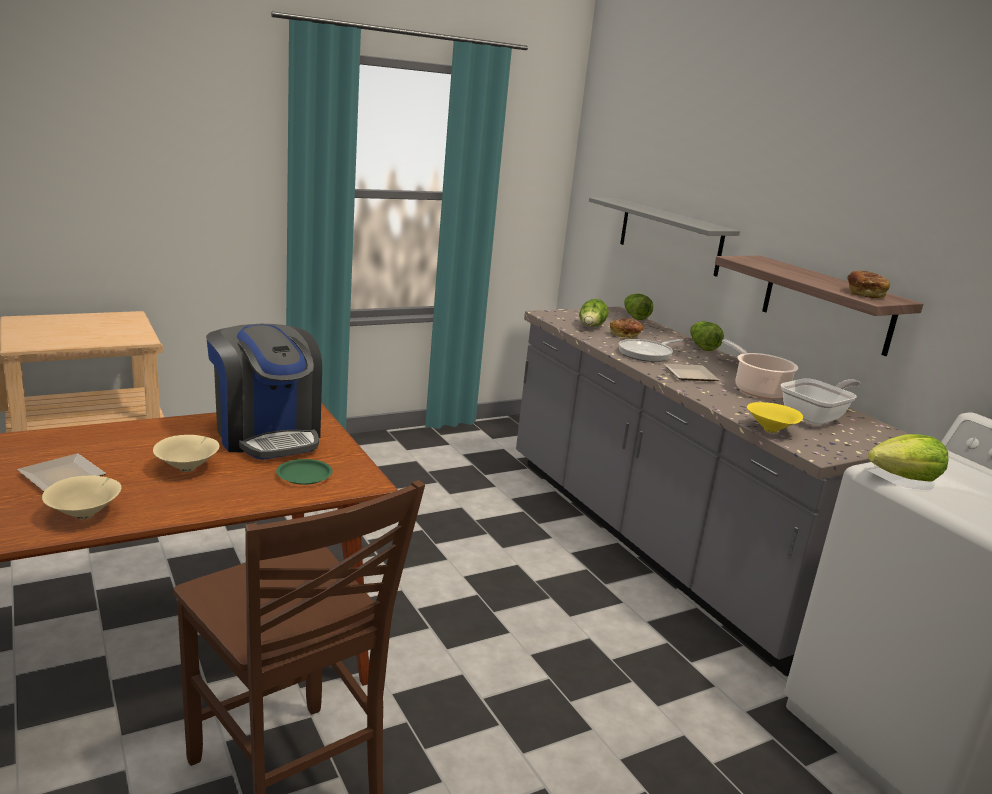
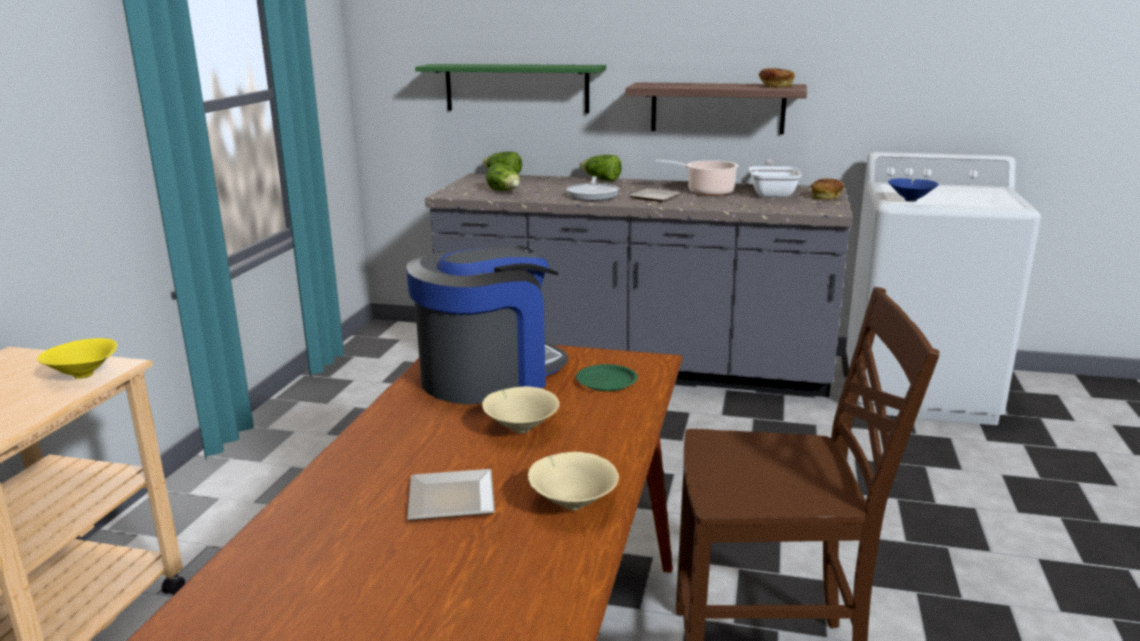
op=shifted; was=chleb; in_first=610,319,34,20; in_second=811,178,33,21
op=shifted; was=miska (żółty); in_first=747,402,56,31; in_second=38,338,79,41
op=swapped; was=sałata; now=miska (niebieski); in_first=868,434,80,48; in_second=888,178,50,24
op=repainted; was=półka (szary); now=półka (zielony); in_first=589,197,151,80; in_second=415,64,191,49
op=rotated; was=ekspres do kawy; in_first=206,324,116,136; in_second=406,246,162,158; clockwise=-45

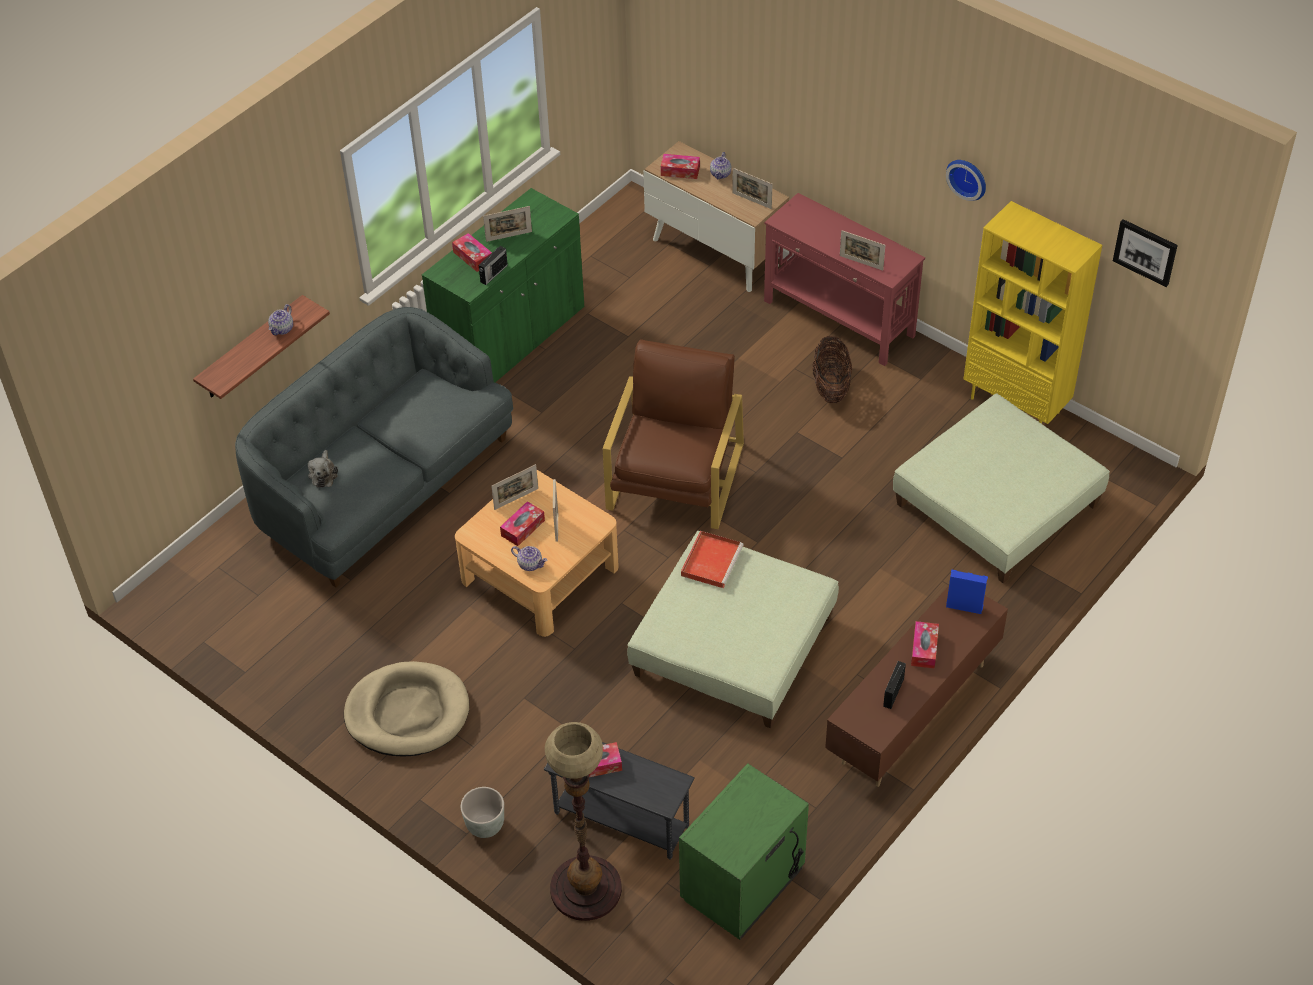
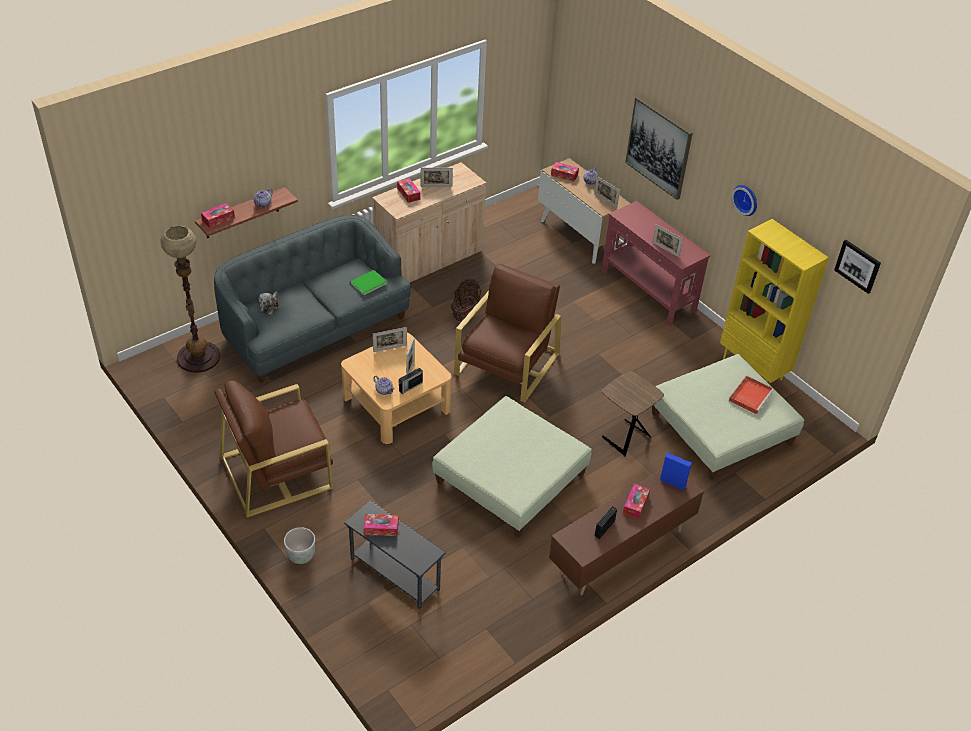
op=gone; was=szafka nocna (zielony); in_first=679,763,130,177
op=new; now=książka (zielony); in_second=350,270,37,25
op=new; now=stolik (brązowy); in_second=602,371,62,85
op=new; now=obraz; in_second=625,97,68,103
op=shifted; was=radio; in_first=479,246,29,39; in_second=399,368,24,26
op=shifted; was=pudełko chusteczek; in_first=500,501,45,45; in_second=201,203,34,25
op=shifted; was=lampa stojąca; in_first=545,722,77,199; in_second=160,226,61,147
op=shifted; was=taca (czerwony); in_first=681,531,63,57; in_second=729,376,45,38
op=shifted; was=koszyk; in_first=813,336,39,67; in_second=451,278,30,44
op=swapped; was=legowisko (beżowy); now=fotel (brązowy); in_first=344,661,125,95; in_second=214,381,119,136
op=repainted; was=szafka (zielony); now=szafka (beżowy); in_first=422,188,162,195; in_second=372,162,114,120

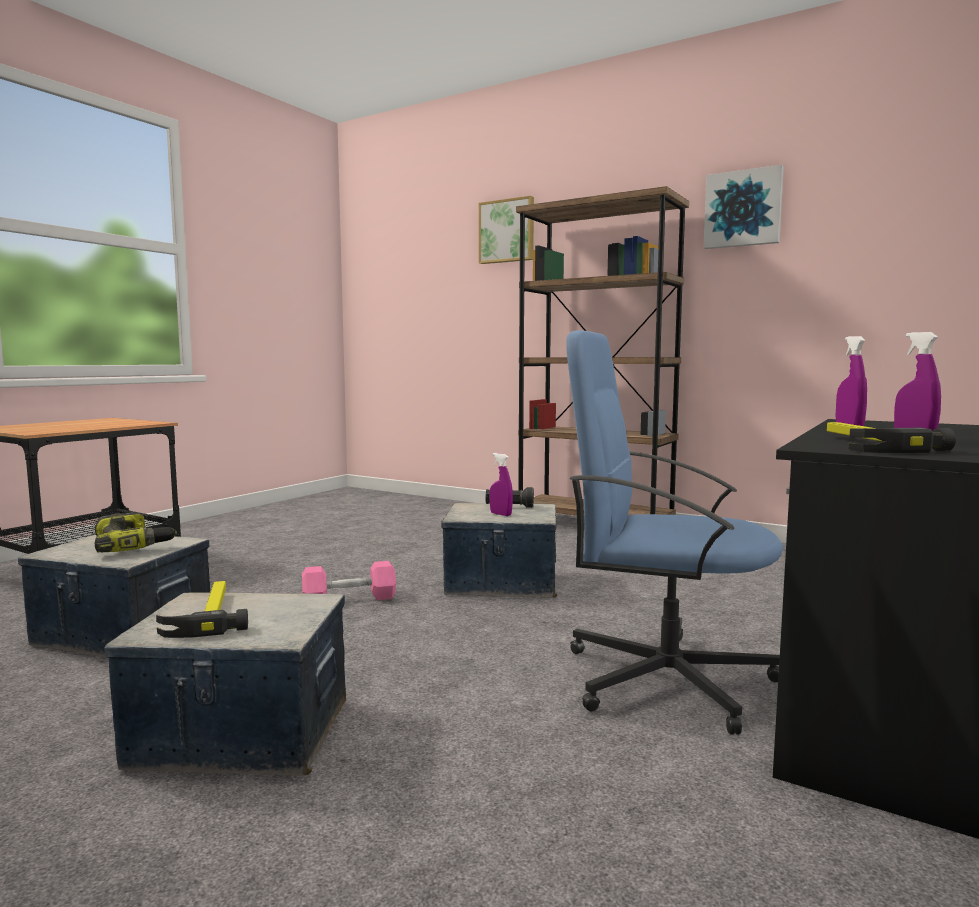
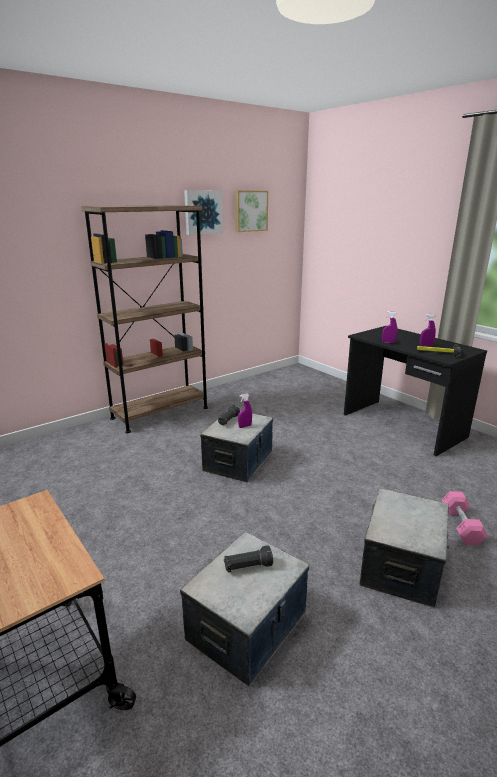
op=gone; was=młotek; in_first=156,581,92,57
op=gone; was=krzesło biurowe (niebieski); in_first=566,330,217,405
op=shifted; was=hantel (różowy); in_first=302,561,94,39; in_second=442,491,46,54
op=shifted; was=obraz; in_first=479,196,55,68; in_second=235,190,33,42
op=swapped; was=wiertarka; now=latarka (czarny); in_first=95,512,82,41; in_second=224,546,49,27

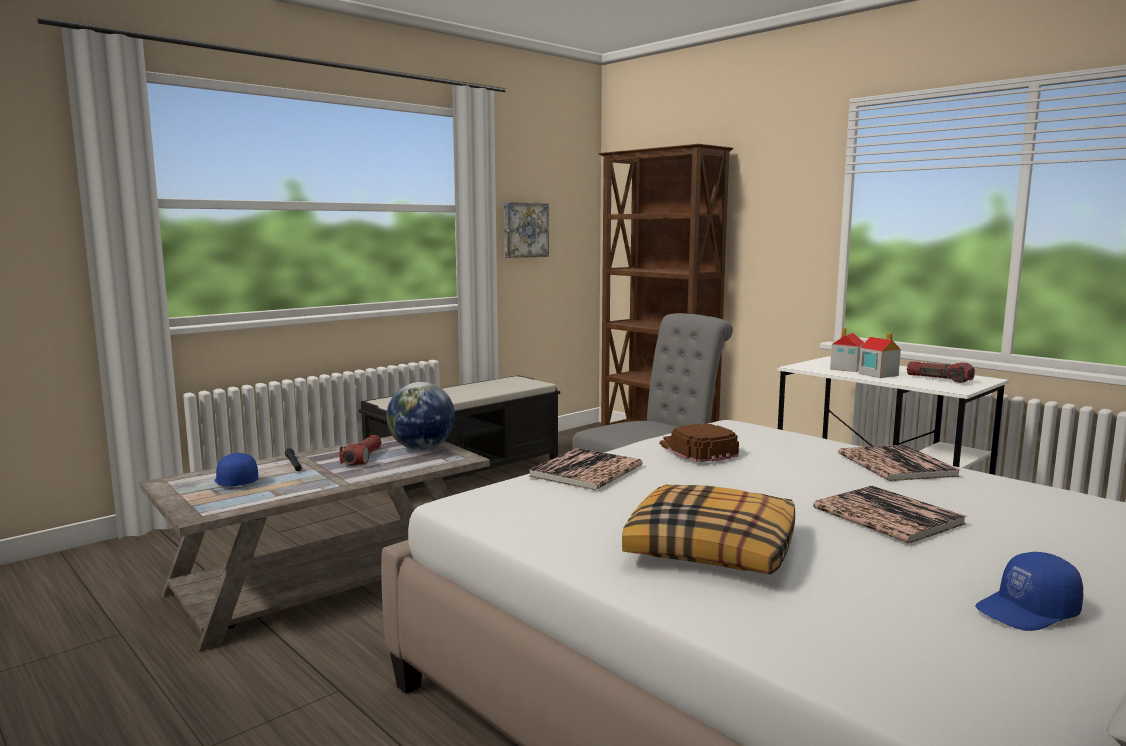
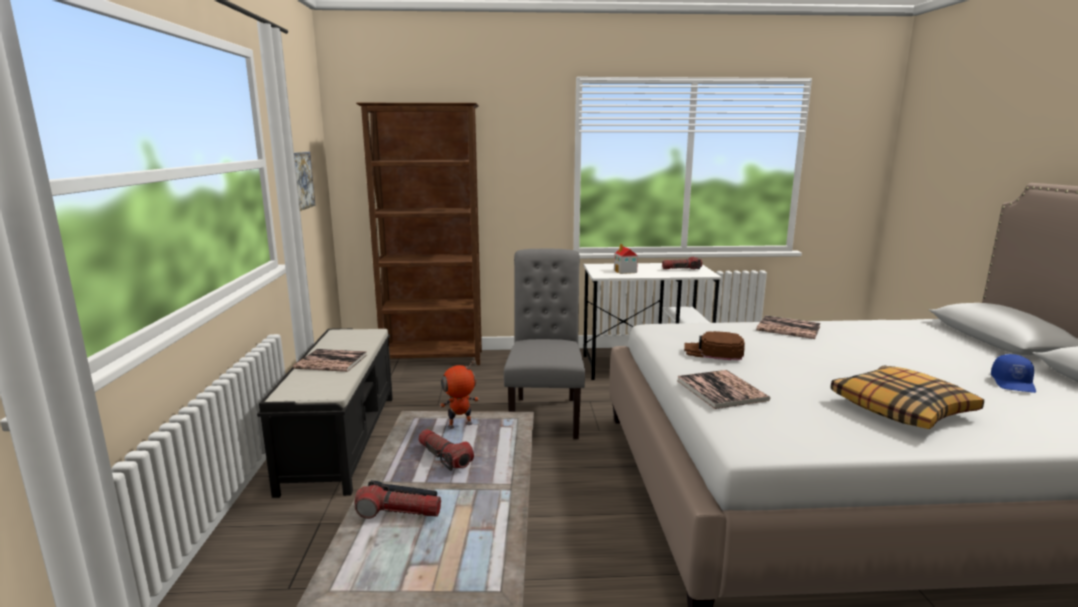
op=gone; was=czapka z daszkiem (niebieski); in_first=214,453,44,34
op=gone; was=domek; in_first=858,333,43,45
op=new; now=latarka; in_second=355,481,86,38
op=shifted; was=książka; in_first=813,486,154,57; in_second=293,349,74,23
op=swapped; was=globus; now=robot zabawkowy; in_first=387,382,68,68; in_second=440,361,39,68

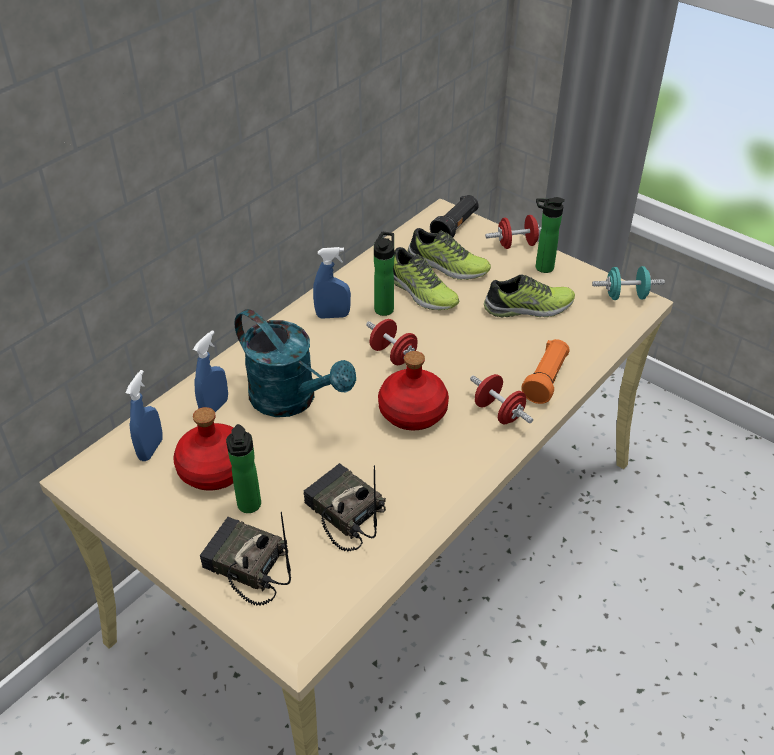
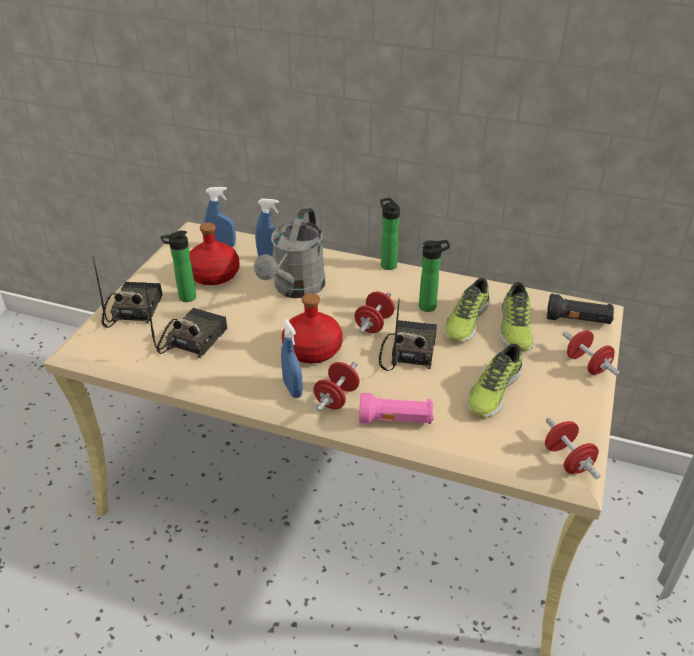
op=new; now=radio; in_second=379,298,58,73
op=shifted; was=spryskiwacz (niebieski); in_first=313,247,38,72; in_second=281,319,22,79
op=shifted; was=butelka; in_first=536,197,29,76; in_second=380,198,20,72
op=repainted; was=konewka (turkusowy); now=konewka (szary); in_first=235,309,121,108; in_second=254,207,71,91
op=repainted; was=latarka (pomarańczowy); now=latarka (różowy); in_first=521,339,49,65; in_second=359,393,75,31
op=repainted; was=hantel (turkusowy); now=hantel (czerwony); in_first=592,266,73,34; in_second=545,417,55,62
op=rotated; was=but; in_first=484,275,91,42; in_second=467,344,55,73; clockwise=60

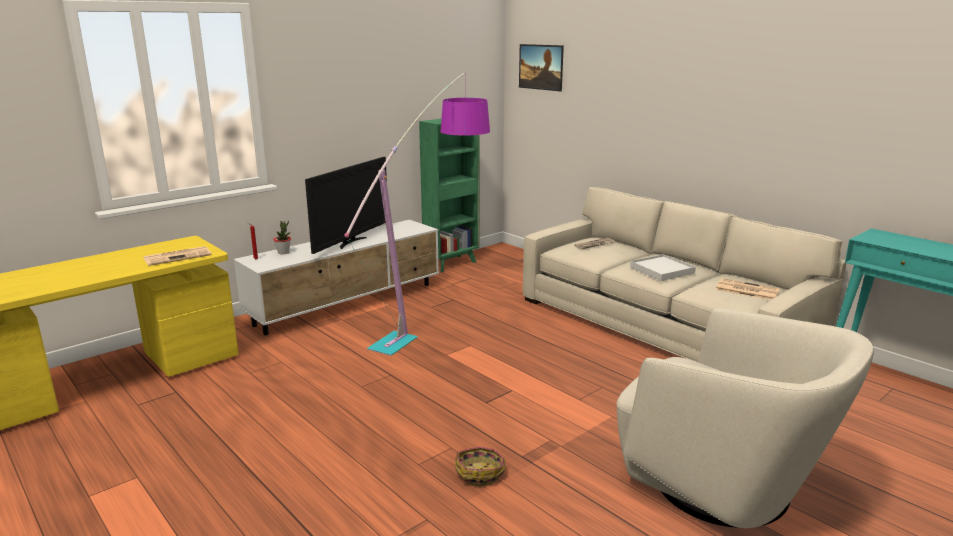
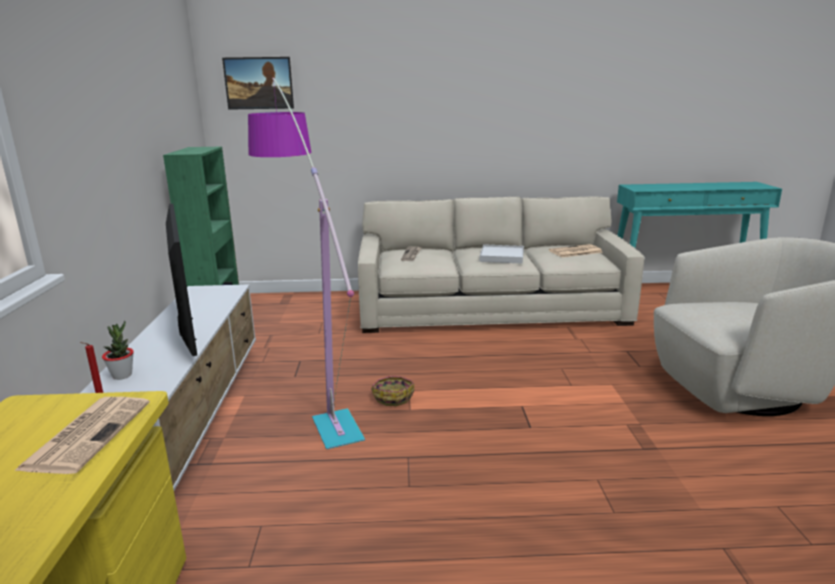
op=shifted; was=koszyk; in_first=455,447,50,40; in_second=371,376,43,30

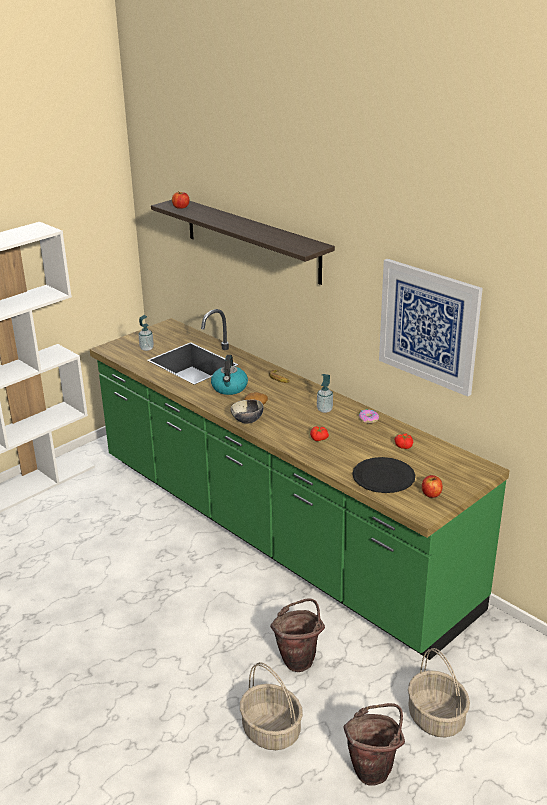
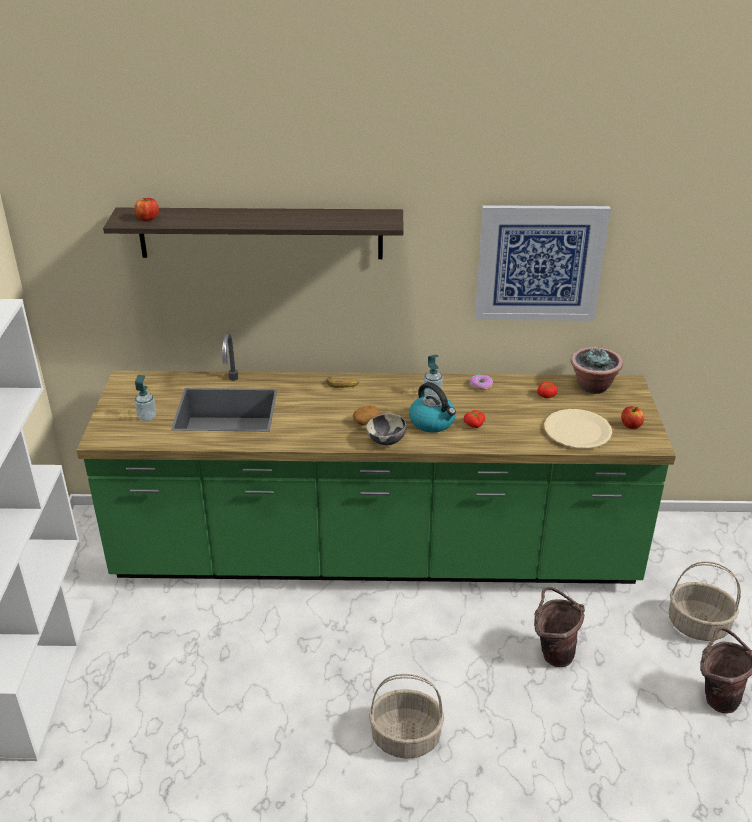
op=new; now=roślina doniczkowa; in_second=571,347,52,47
op=shifted; was=czajnik; in_first=211,355,37,40; in_second=409,382,47,51
op=shifted; was=koszyk; in_first=240,662,63,88; in_second=369,674,75,85
op=repainted; was=talerz (czarny); now=talerz (beżowy); in_first=352,457,63,36; in_second=544,409,68,40

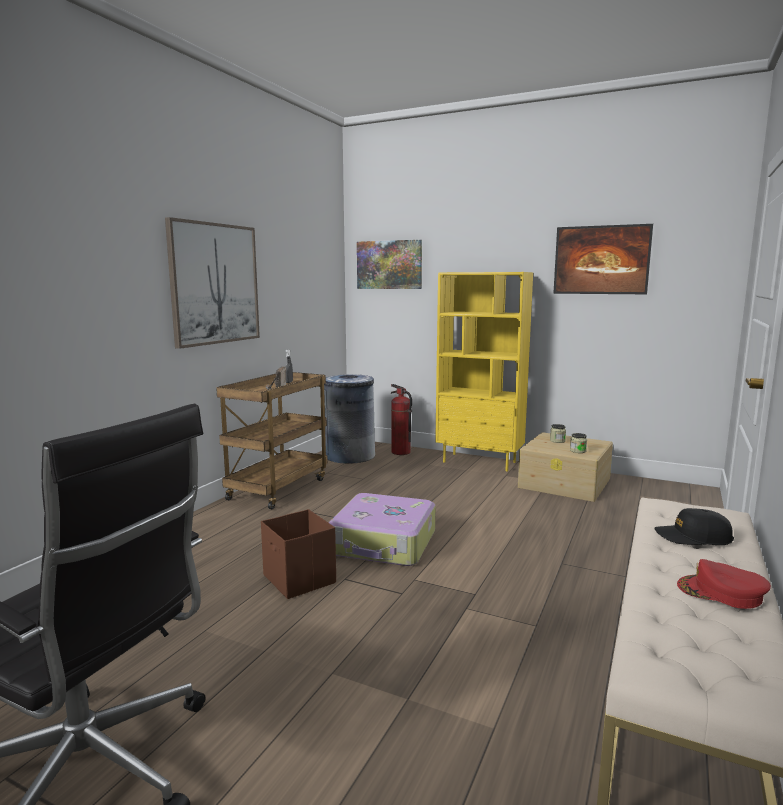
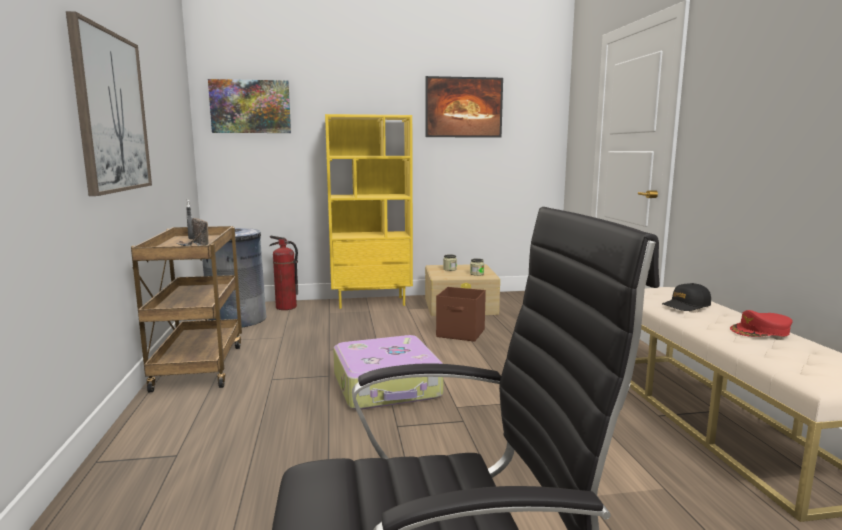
op=shifted; was=pojemnik do przechowywania (brązowy); in_first=261,509,75,90; in_second=436,287,50,55

